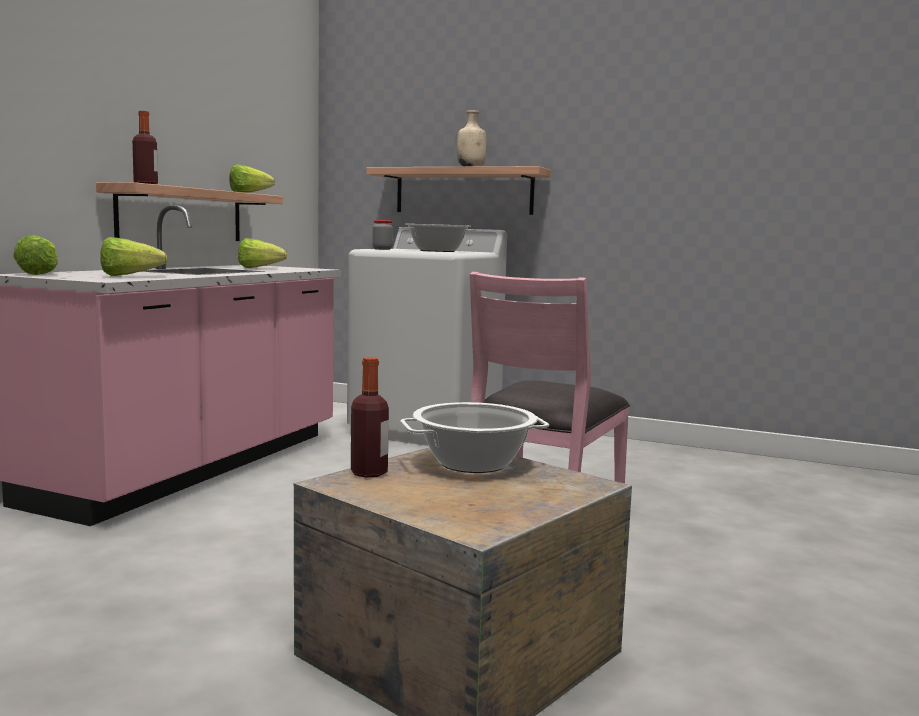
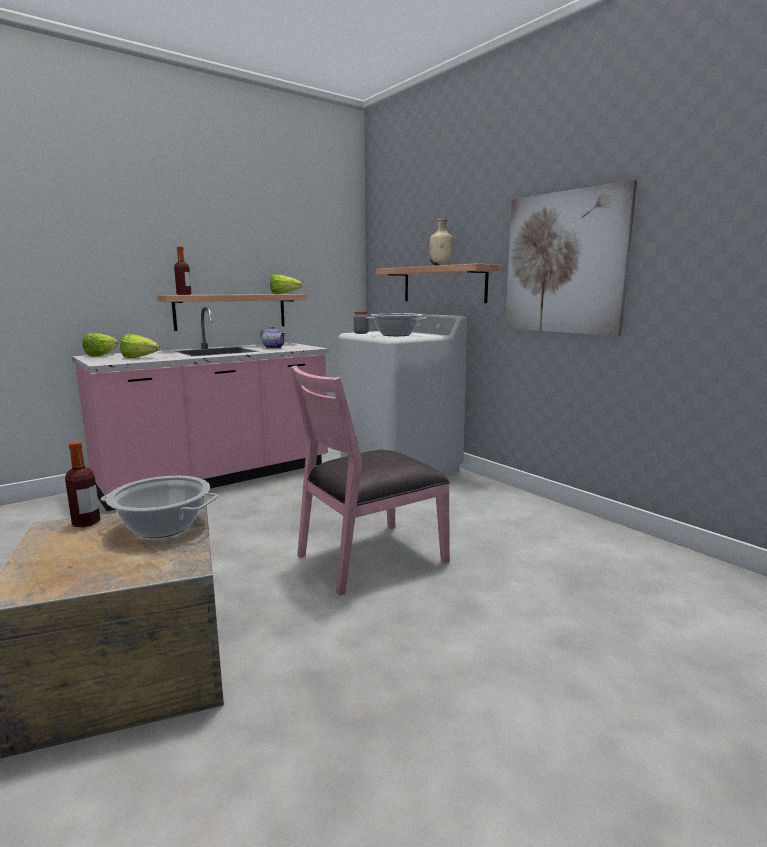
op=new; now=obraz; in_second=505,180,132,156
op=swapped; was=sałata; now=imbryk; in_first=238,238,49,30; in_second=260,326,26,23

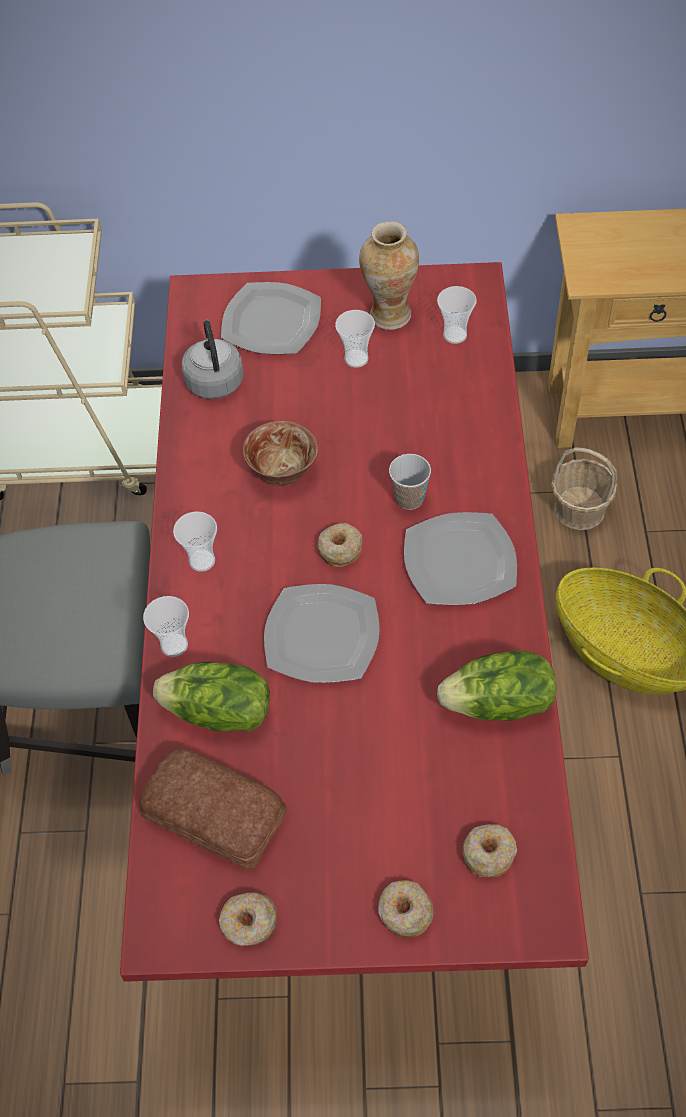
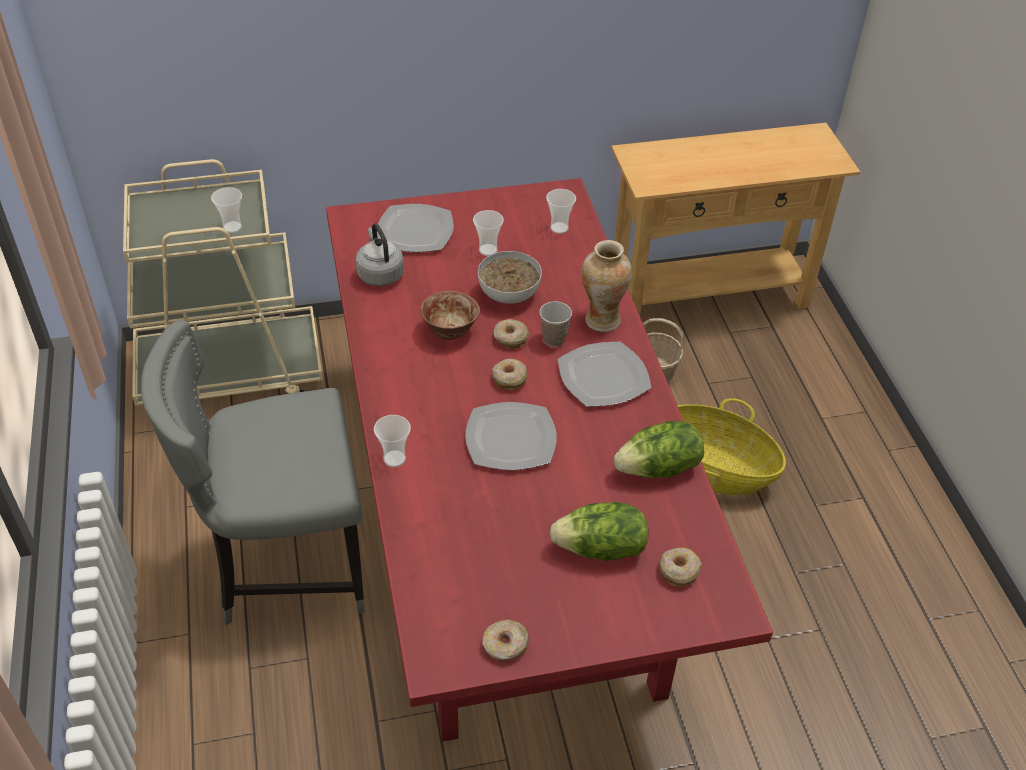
op=gone; was=chleb; in_first=139,748,148,122
op=new; now=miska; in_second=478,251,64,53
op=shifted; was=sałata; in_first=153,662,117,70; in_second=550,502,98,59
op=shifted; was=filiżanka; in_first=173,511,44,61; in_second=211,187,31,46
op=shifted; was=wazon; in_first=359,221,60,109; in_second=582,240,50,92
op=shifted; was=donut; in_first=378,880,56,58; in_second=493,319,36,30

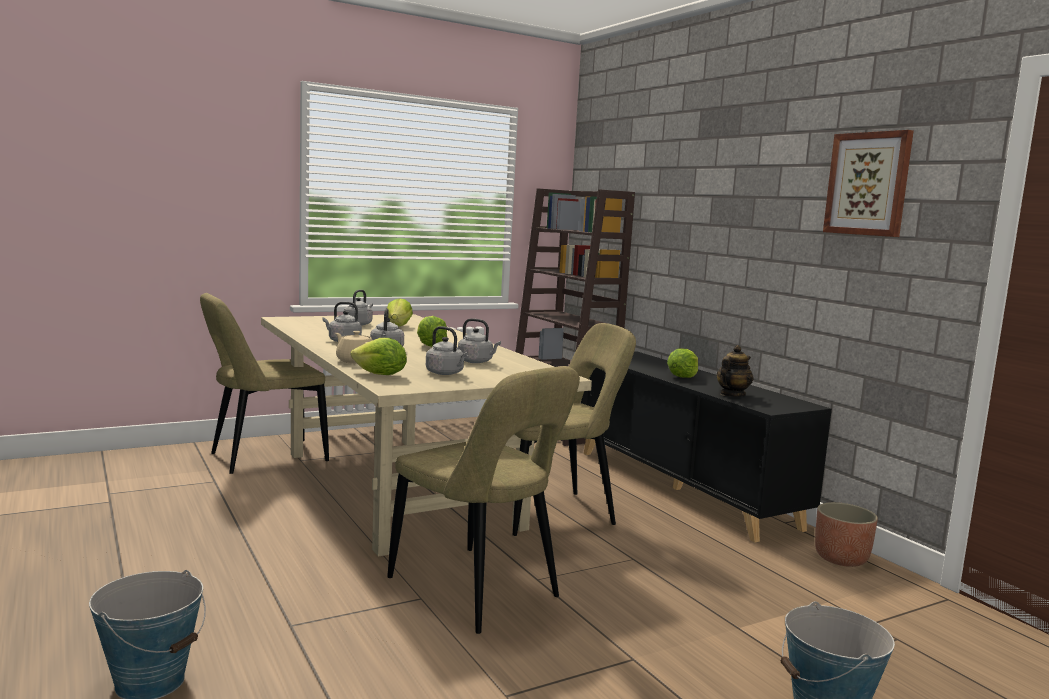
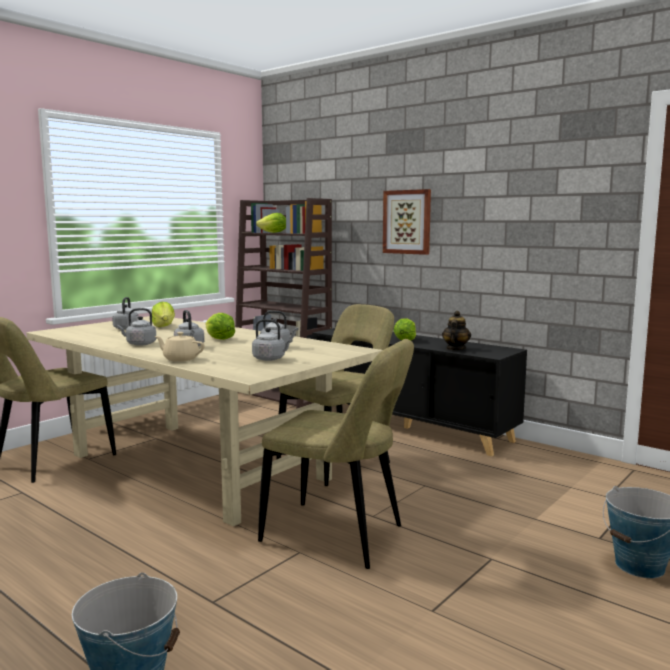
op=gone; was=donica; in_first=815,502,63,65
op=shifted; was=sałata; in_first=351,338,56,37; in_second=256,213,30,20
op=shifted; was=obraz; in_first=823,130,91,107; in_second=383,189,48,66

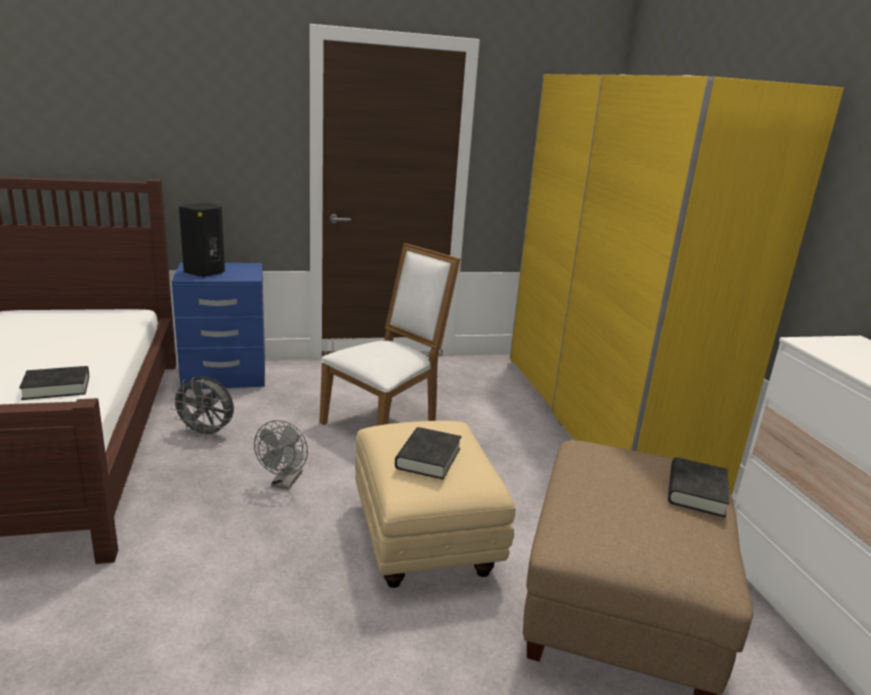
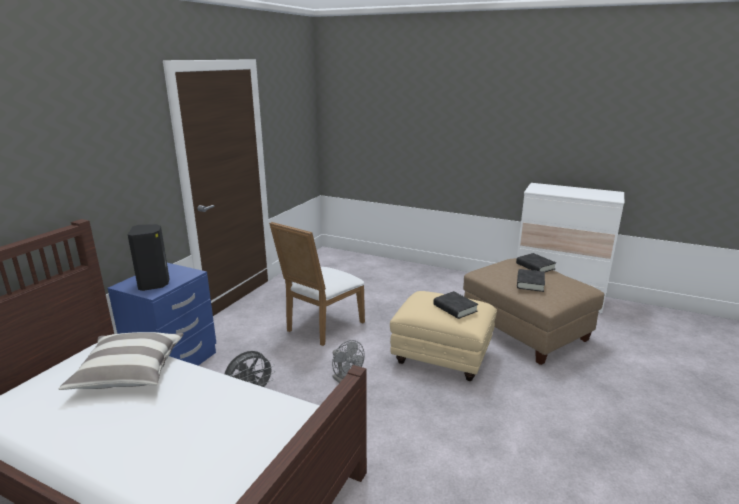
op=gone; was=szafa (żółty); in_first=510,74,334,421
op=new; now=poduszka; in_second=59,332,124,58
op=shifted; was=książka (czarny); in_first=19,366,70,34; in_second=517,269,28,23
op=rotated; was=krzesło (biały); in_first=319,243,142,183; in_second=269,222,96,124; clockwise=-135

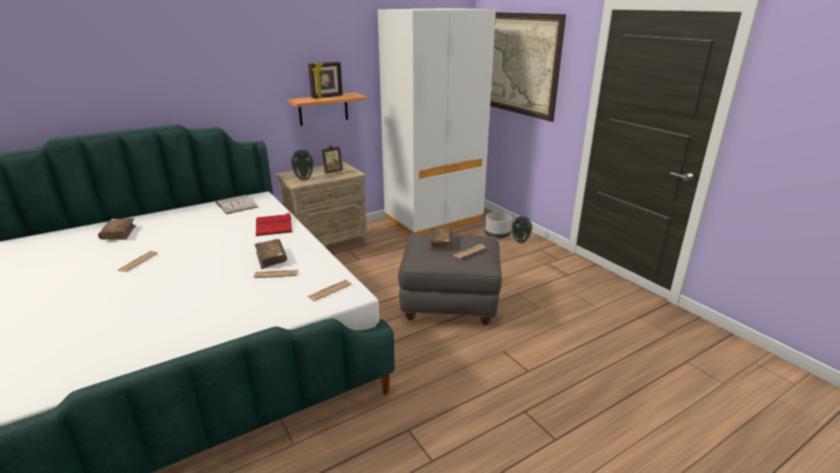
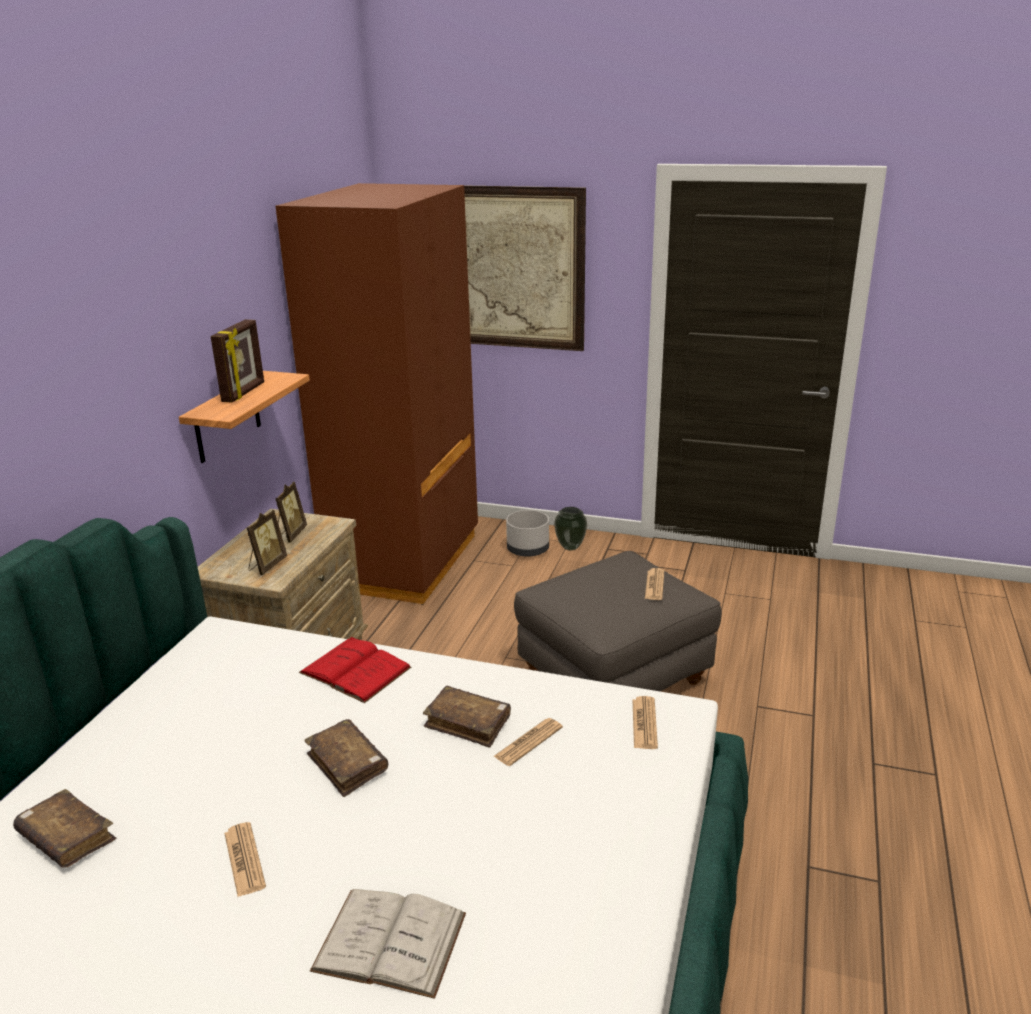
op=shifted; was=książka (biały); in_first=215,195,43,19; in_second=310,889,156,110
op=shifted; was=książka (brązowy); in_first=429,227,23,23; in_second=305,719,83,78
op=swapped; was=wazon; now=ramka na zdjęcie; in_first=291,150,23,31; in_second=246,510,41,65
op=repainted; was=szafa (biały); now=szafa (brązowy); in_first=378,8,118,227; in_second=276,183,202,422

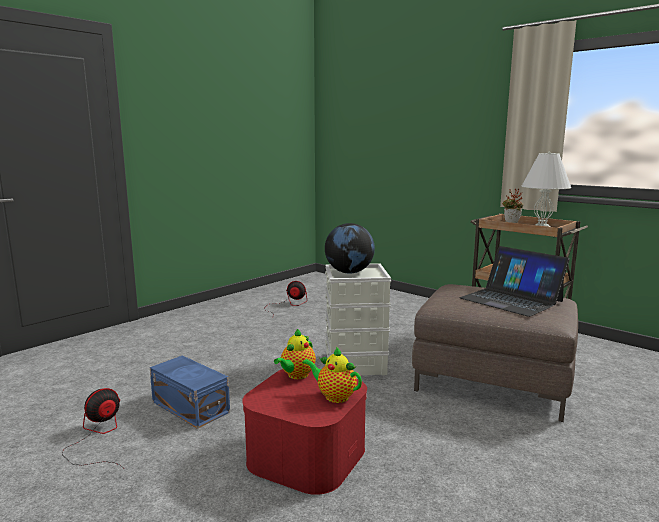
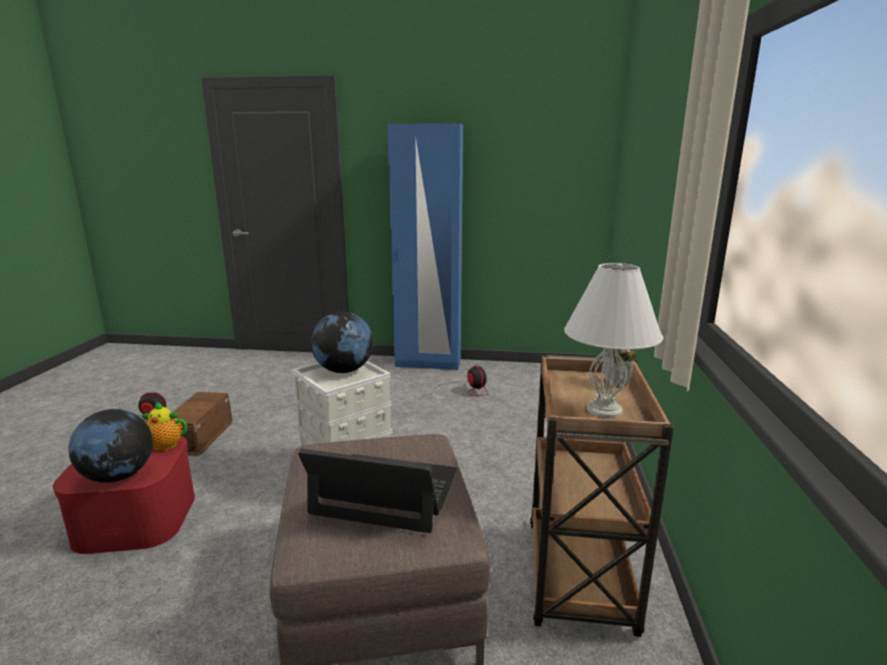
op=new; now=szafa (niebieski); in_second=387,123,76,247
op=swapped; was=imbryk; now=globus; in_first=302,347,60,56; in_second=68,409,85,74
op=repainted; was=pojemnik do przechowywania (niebieski); now=pojemnik do przechowywania (brązowy); in_first=150,355,80,74; in_second=173,392,60,64
op=rotated; was=laptop; in_first=460,246,110,71; in_second=298,449,159,84; clockwise=90

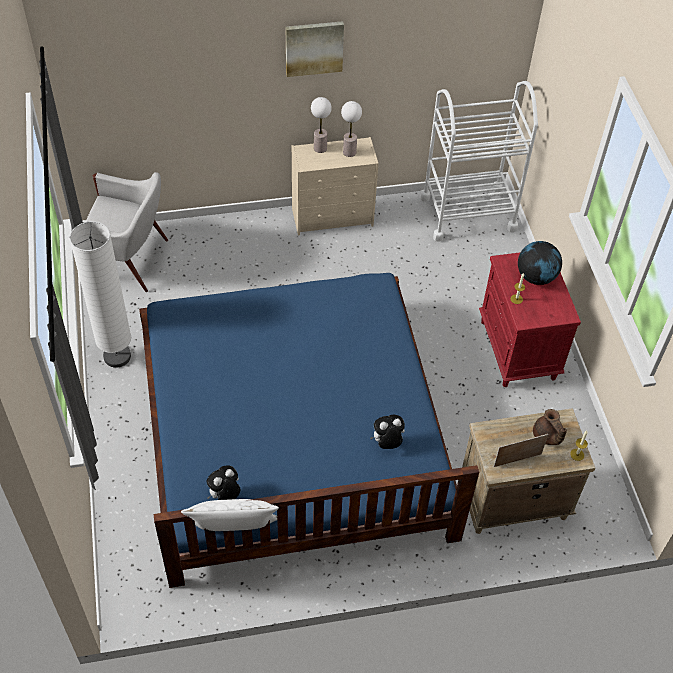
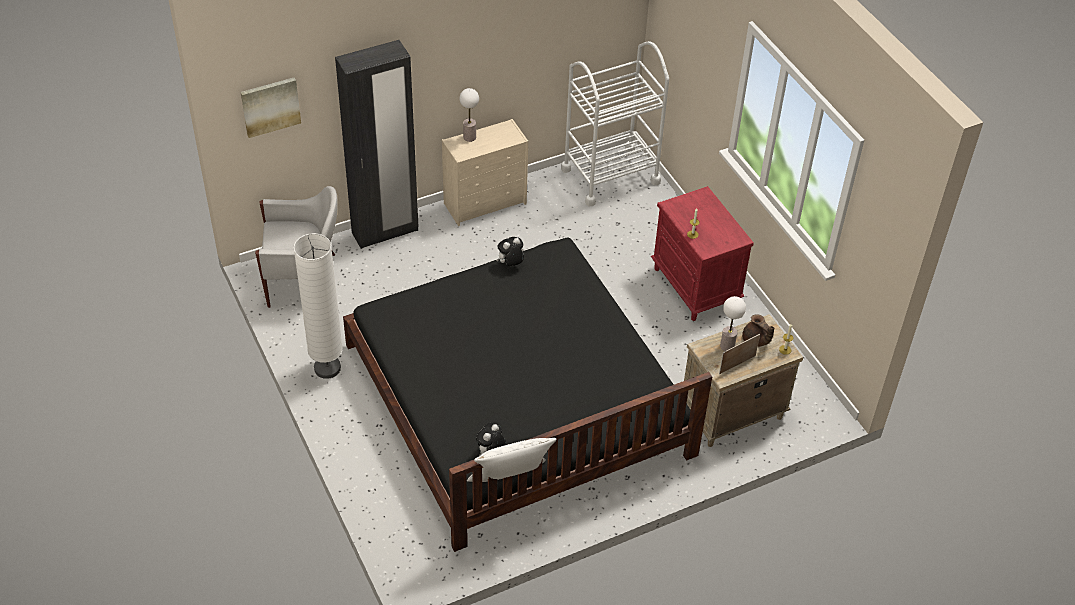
op=gone; was=globus; in_first=518,241,44,44
op=new; now=szafa (czarny); in_second=335,40,83,209
op=shifted; was=obraz; in_first=286,21,58,56; in_second=241,78,60,60
op=shifted; was=lampa stołowa; in_first=341,101,21,56; in_second=720,296,26,55
op=shifted; was=pluszak; in_first=370,415,35,34; in_second=496,237,28,29
op=repainted; was=łóżko (niebieski); now=łóżko (czarny); in_first=139,273,340,315; in_second=343,238,369,314

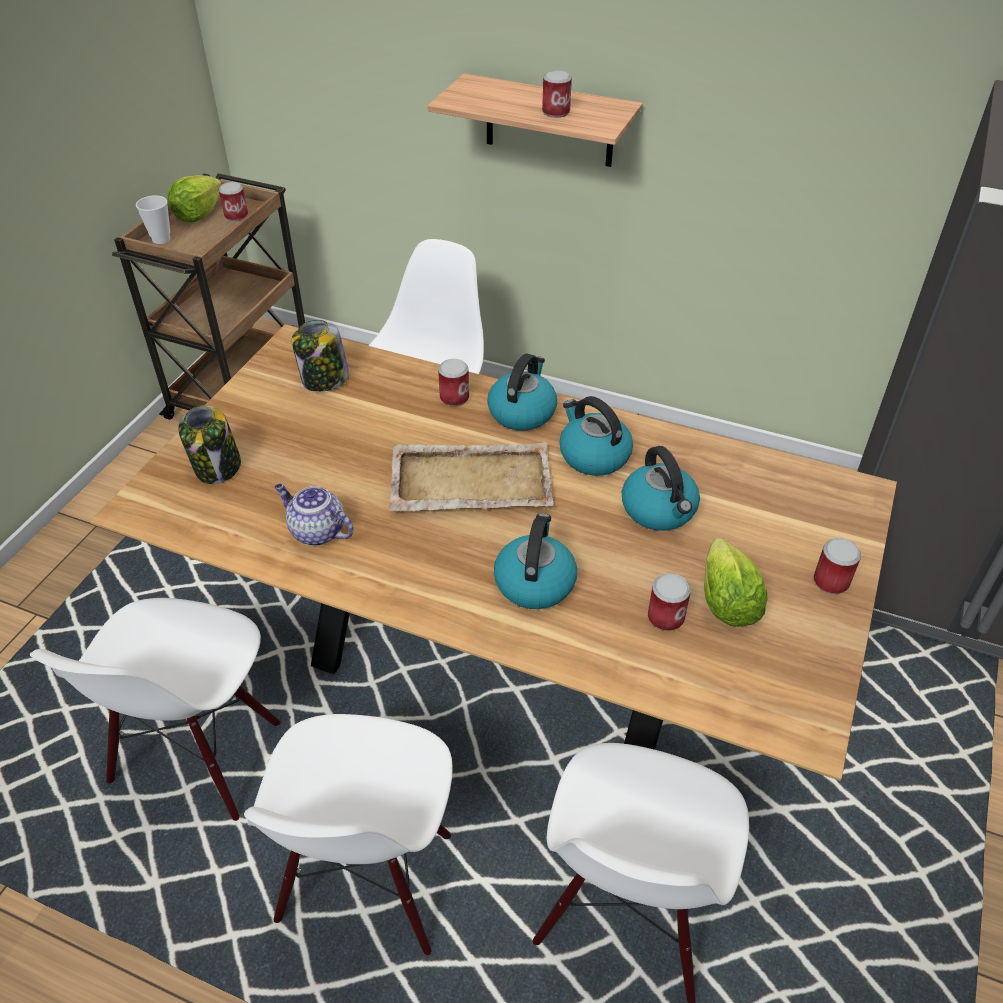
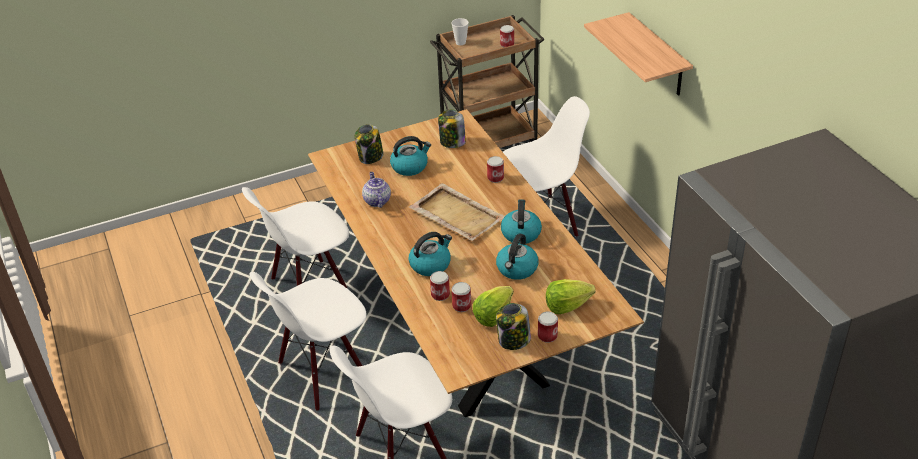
op=new; now=słoik; in_second=496,303,35,47
op=shifted; was=sałata; in_first=167,175,55,48; in_second=546,279,50,35
op=shifted; was=czajnik; in_first=487,353,70,78; in_second=390,136,41,40
op=shifted; was=puszka; in_first=542,70,30,48; in_second=430,271,20,30

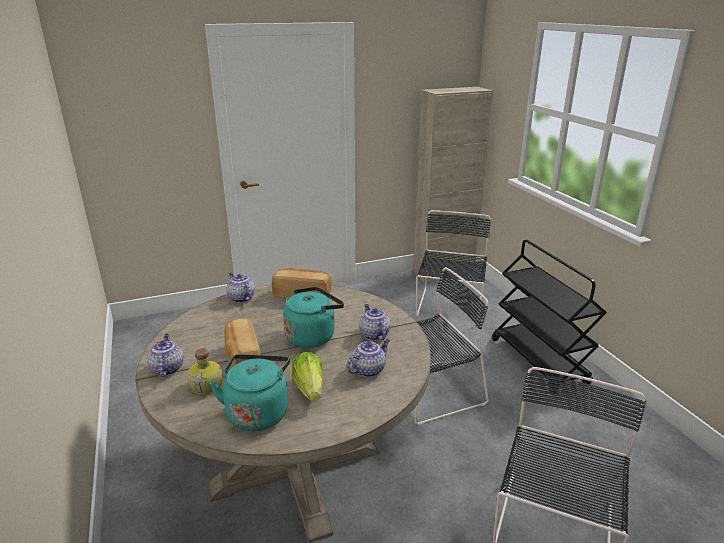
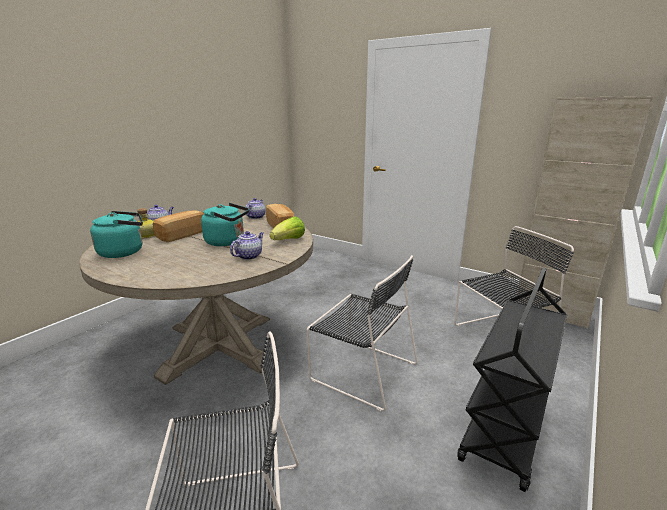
op=gone; was=imbryk; in_first=346,339,44,38
op=shifted; was=sałata; in_first=292,352,32,50; in_second=270,216,35,24

